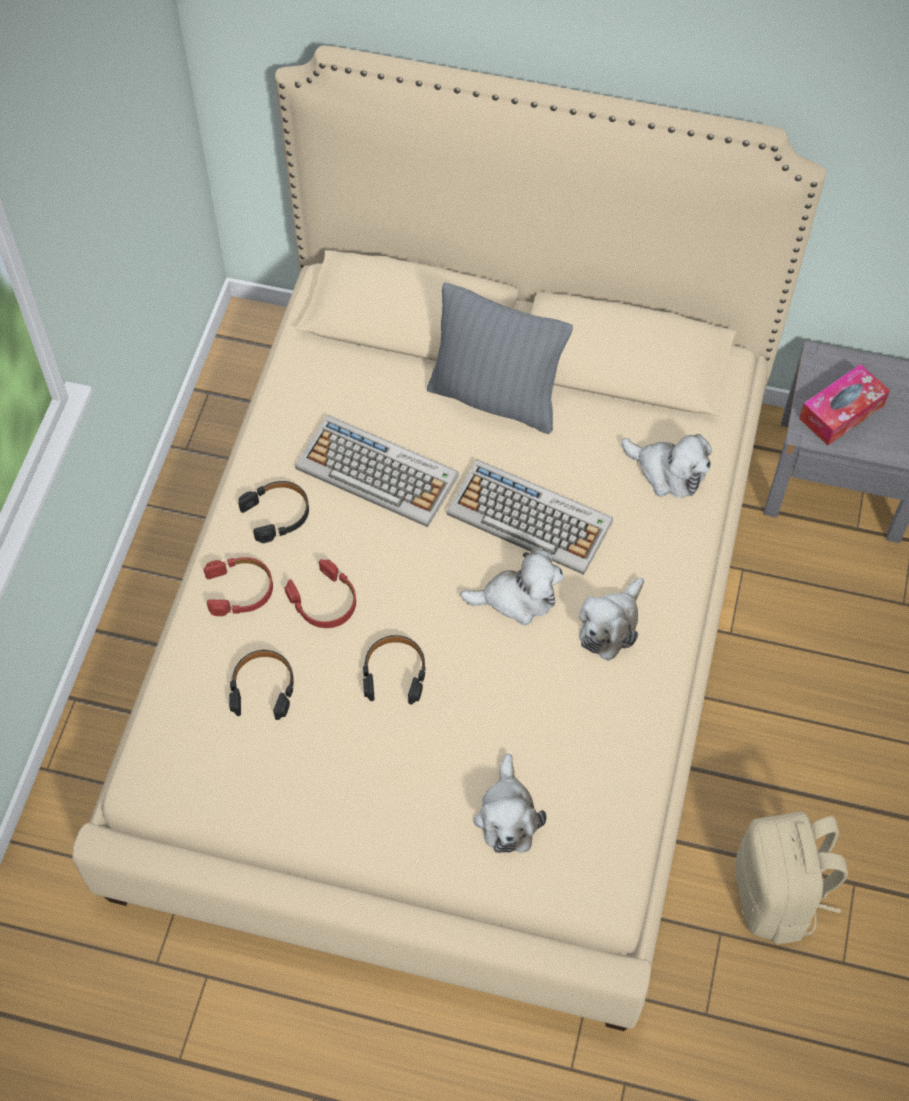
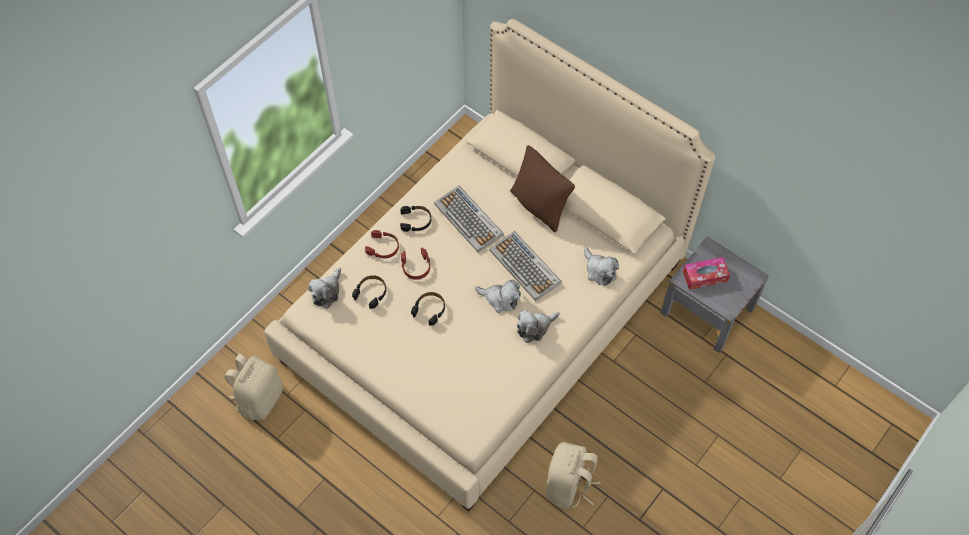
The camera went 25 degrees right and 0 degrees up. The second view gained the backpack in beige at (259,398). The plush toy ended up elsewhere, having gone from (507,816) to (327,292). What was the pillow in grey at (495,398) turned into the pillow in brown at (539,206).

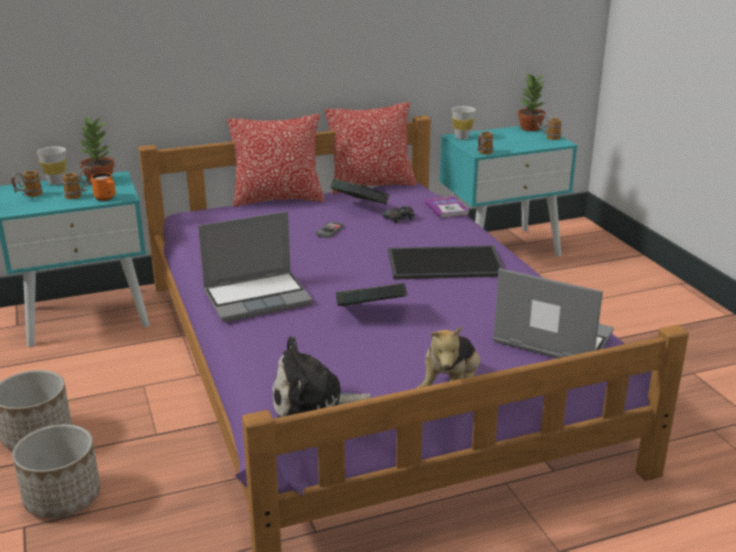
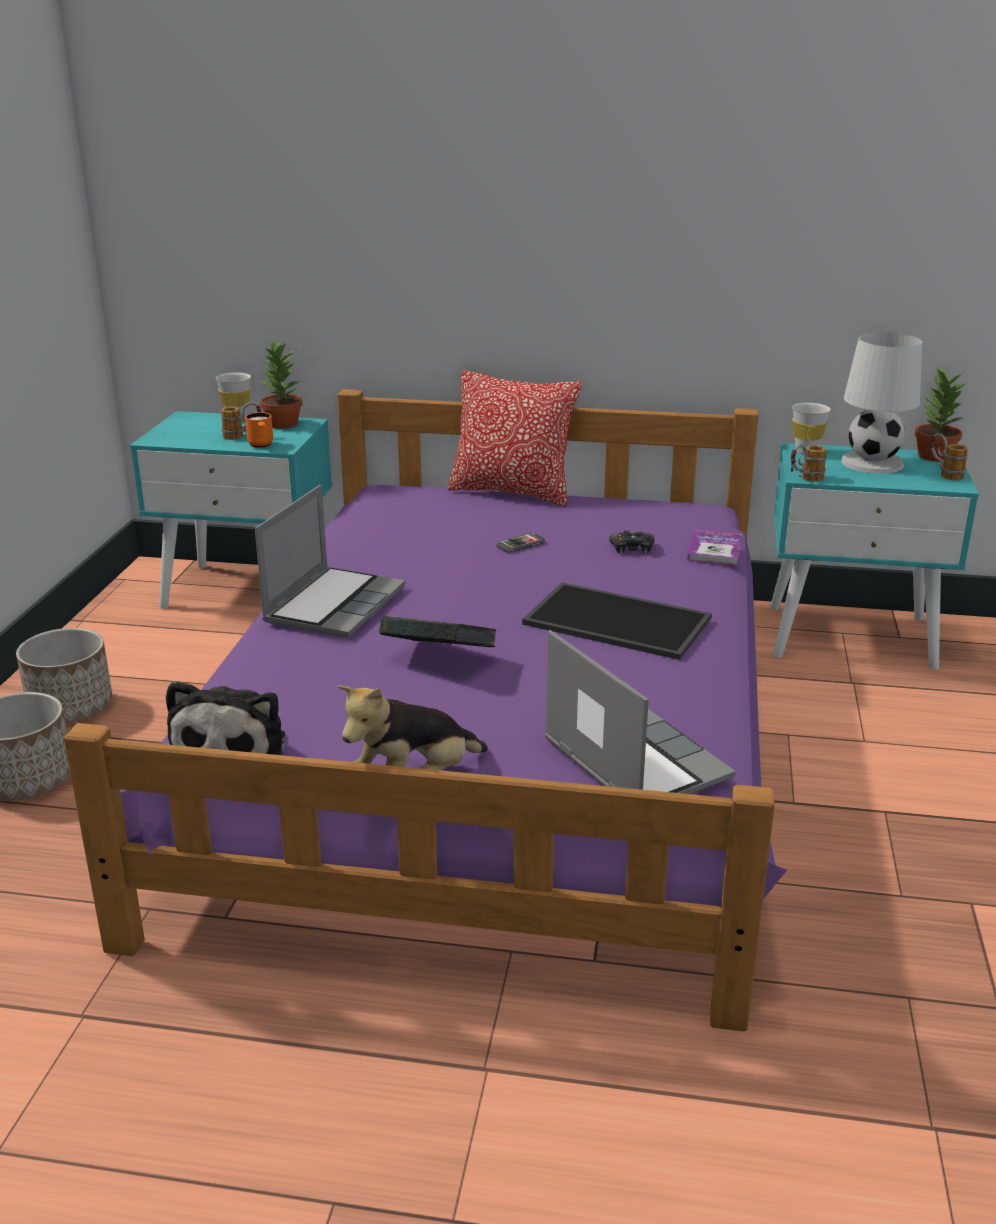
The camera went 30 degrees right and 0 degrees up. The second view lost the mug at (28,196). The second view lost the pillow at (371,185). The second view lost the book at (360,207). The second view gained the table lamp in white at (873,463). The laptop at (258,297) ended up facing another way, 75 degrees counterclockwise from before. The plush toy at (314,406) ended up facing another way, 105 degrees counterclockwise from before.

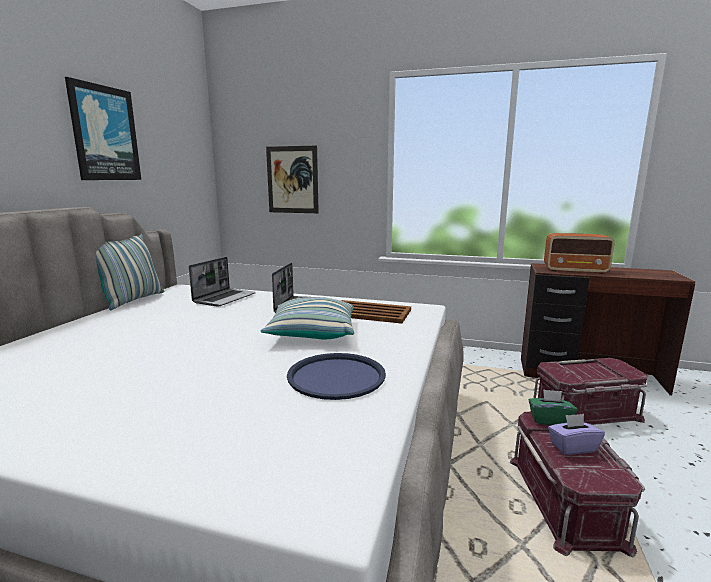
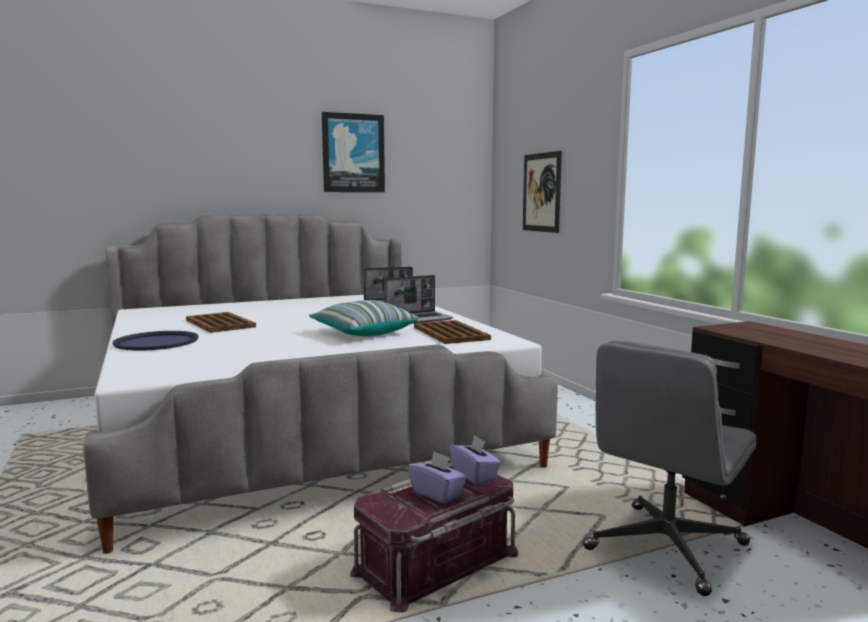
The camera went 50 degrees right and 5 degrees down. The second view lost the pillow at (132,300). The second view lost the radio at (575,270). The second view gained the tray in brown at (220,323). The tray in blue ended up elsewhere, having gone from (336,376) to (157,342). Where the storage box in red stood at (585,412), the office chair in grey came to stand at (666,548). What was the tissue box in green at (549,420) turned into the tissue box in purple at (475,475).

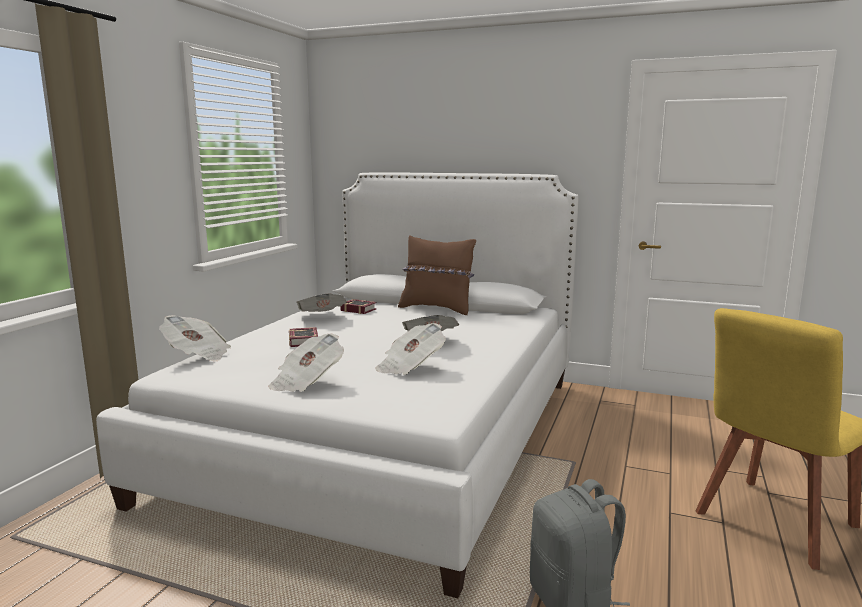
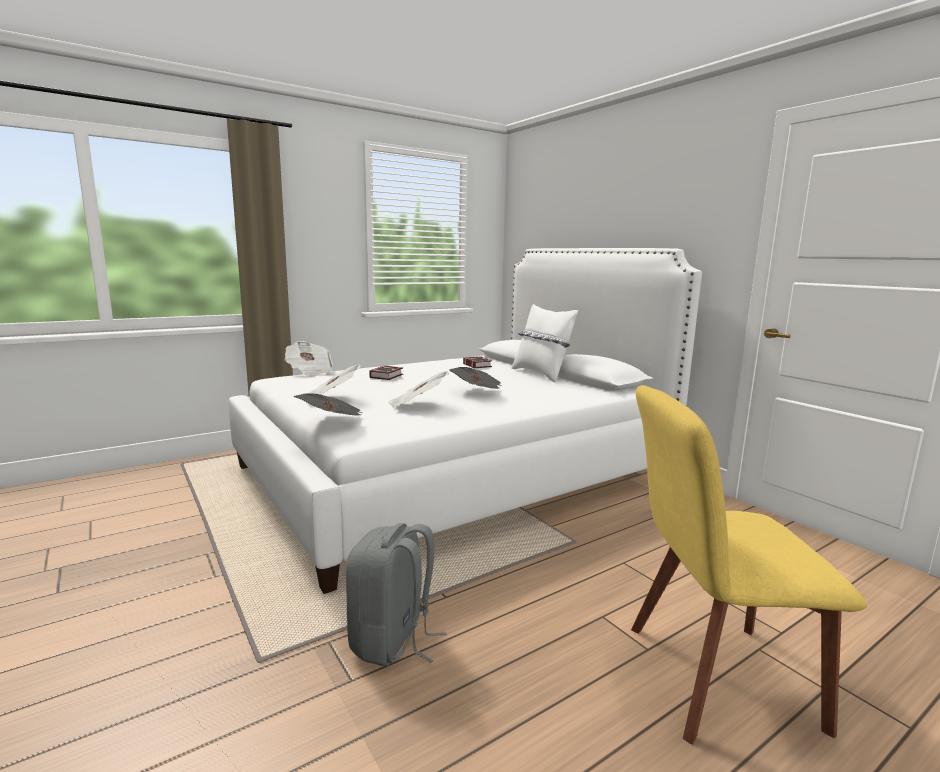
The camera went 35 degrees right and 0 degrees up. The newspaper ended up elsewhere, having gone from (322,317) to (332,423). What was the pillow in brown at (437,308) turned into the pillow in white at (541,374).

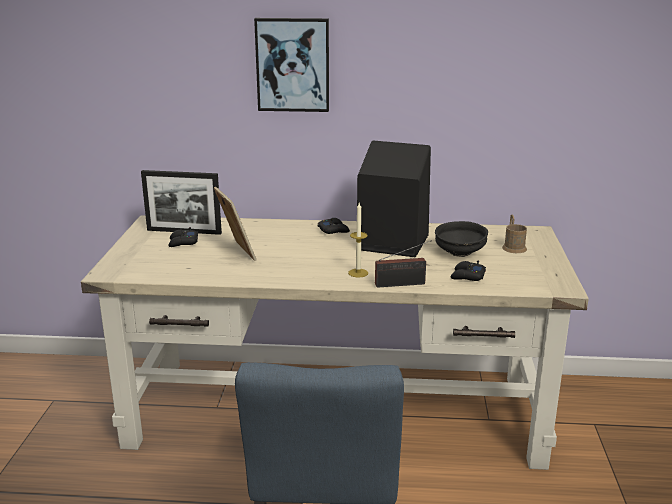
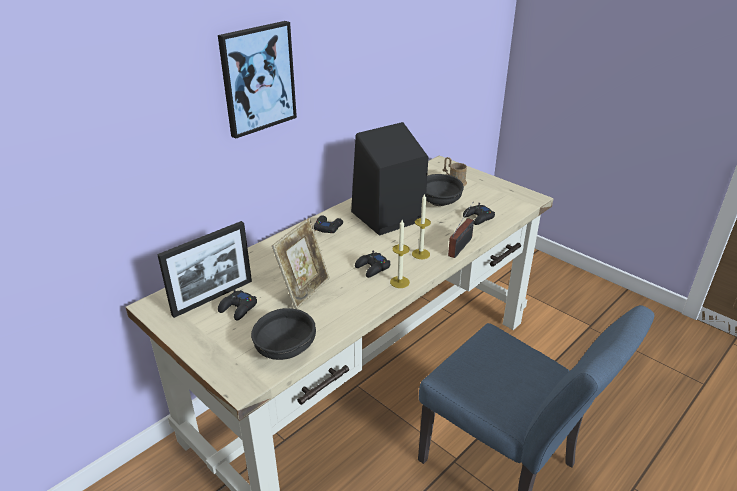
The camera went 50 degrees left and 10 degrees up. The second view gained the bowl in black at (284,350). The second view gained the game controller in black at (372,268). The second view gained the candle at (399,282). The picture frame at (236,252) ended up facing another way, 105 degrees clockwise from before.

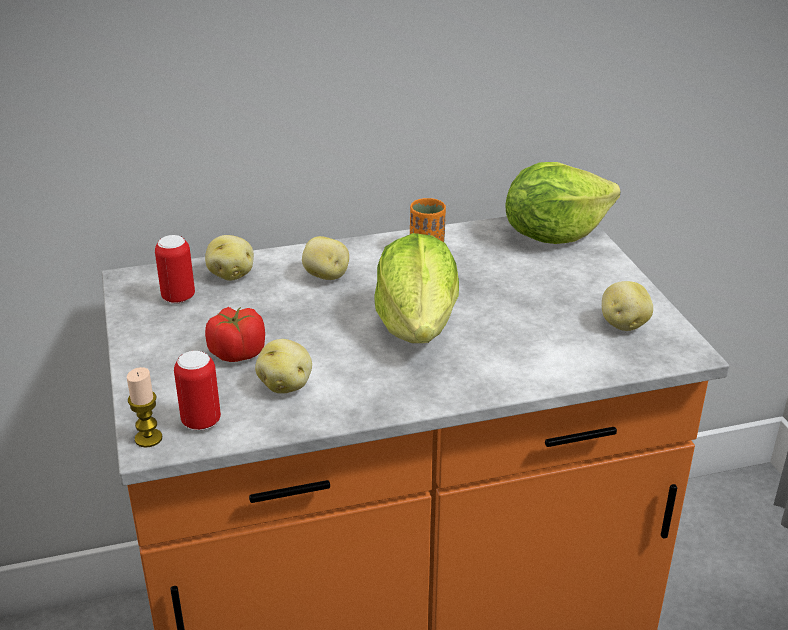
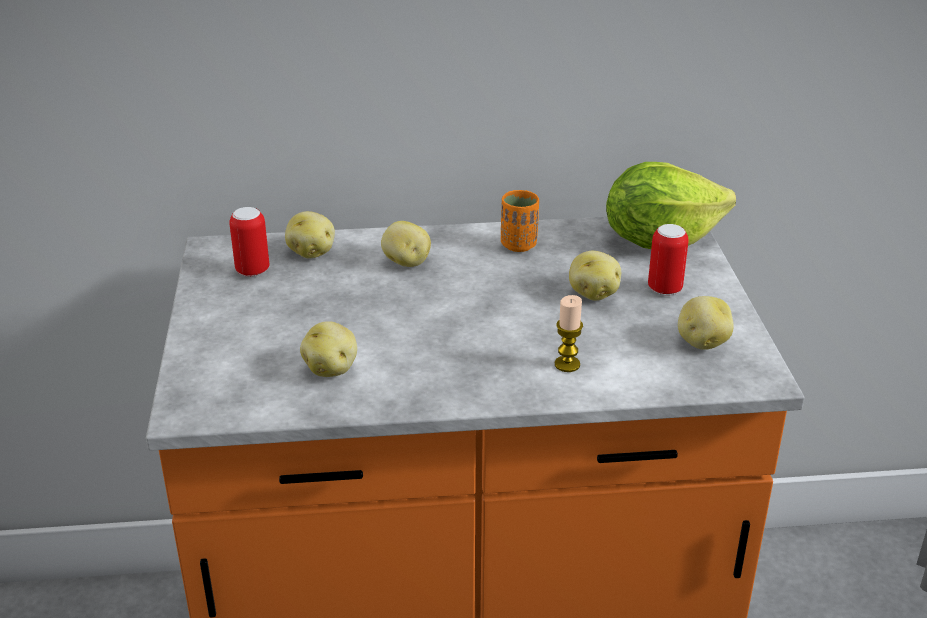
The camera went 10 degrees right and 0 degrees up. The second view lost the tomato at (237,353). The second view lost the lettuce at (418,325). The second view gained the potato at (593,293). The candle ended up elsewhere, having gone from (148,438) to (567,364). The can ended up elsewhere, having gone from (201,421) to (664,289).

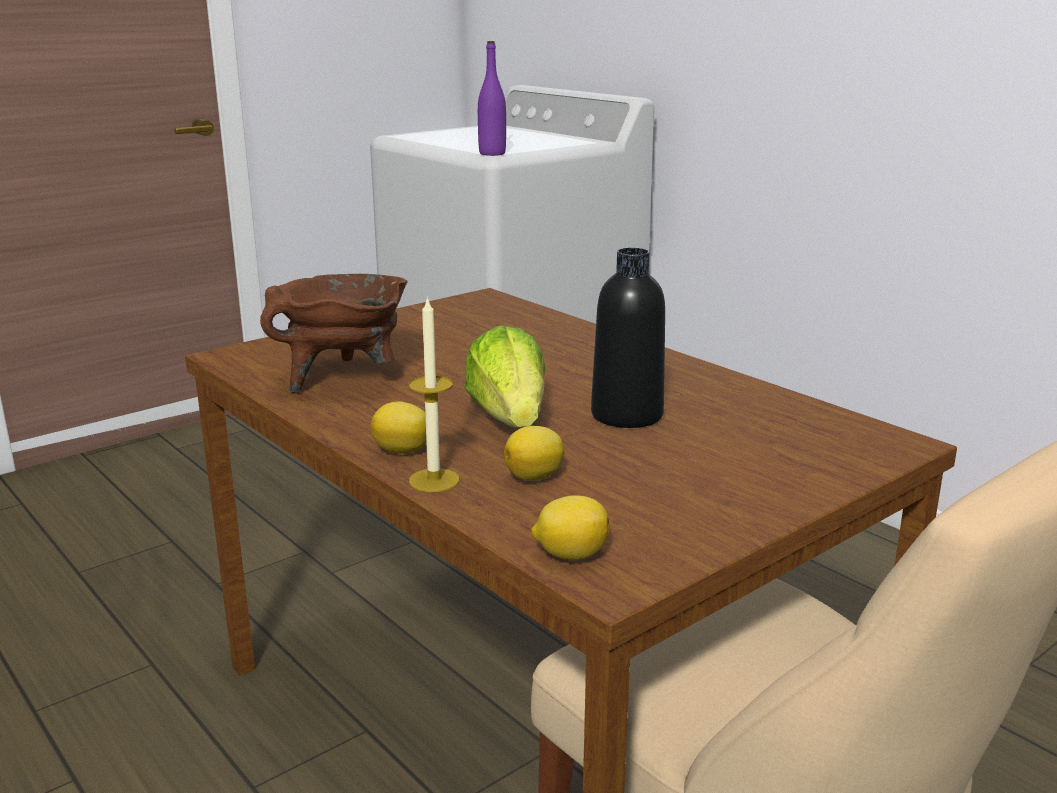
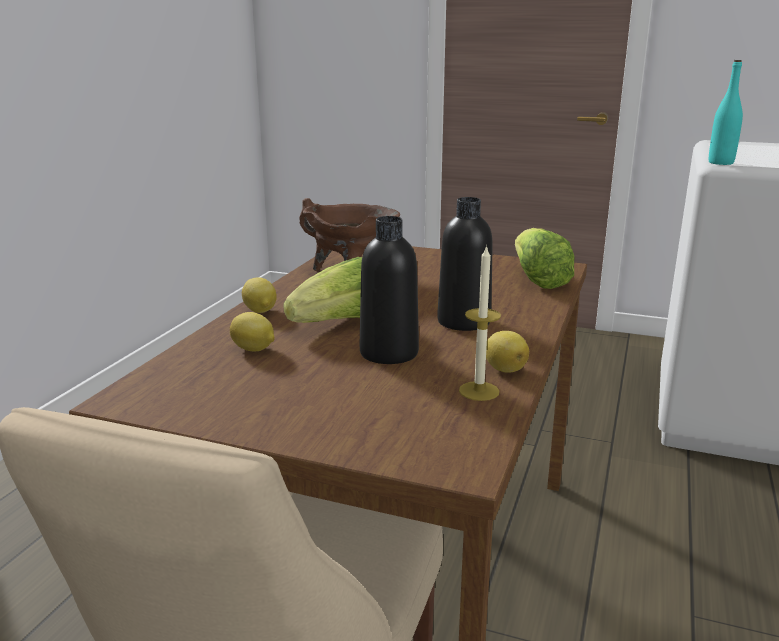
The camera went 60 degrees right and 0 degrees up. The second view gained the bottle in black at (463,322). The second view gained the lettuce at (537,280). The candle ended up elsewhere, having gone from (434,480) to (479,391). The lemon ended up elsewhere, having gone from (570,555) to (504,369). What was the bottle in purple at (492,153) turned into the bottle in turquoise at (720,163).

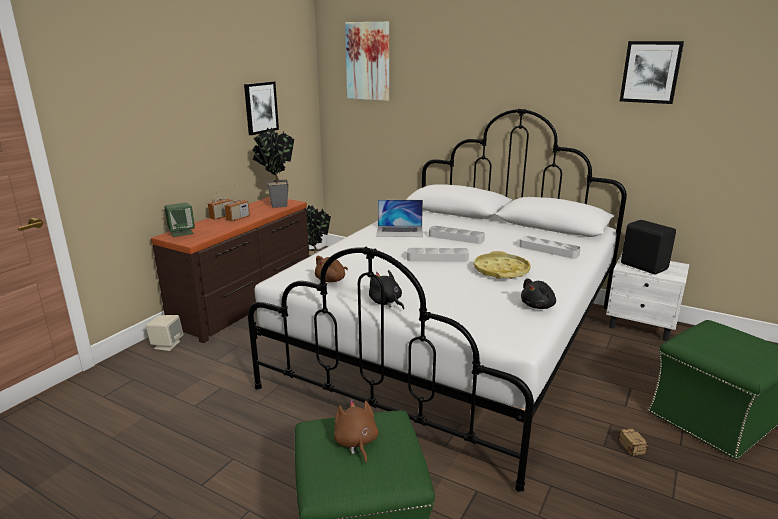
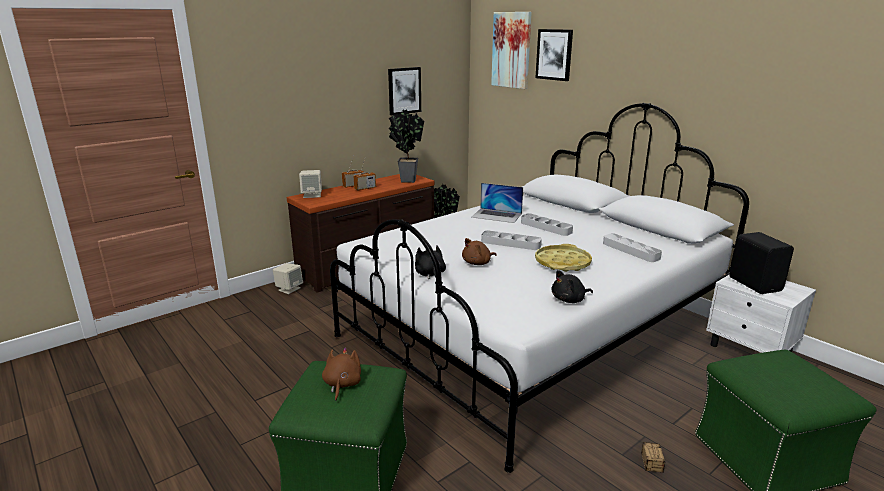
The camera went 20 degrees right and 0 degrees up. The plush toy in brown ended up elsewhere, having gone from (332,280) to (478,263). The picture ended up elsewhere, having gone from (650,72) to (554,54). What was the speaker in green at (181,232) turned into the speaker in beige at (312,195).

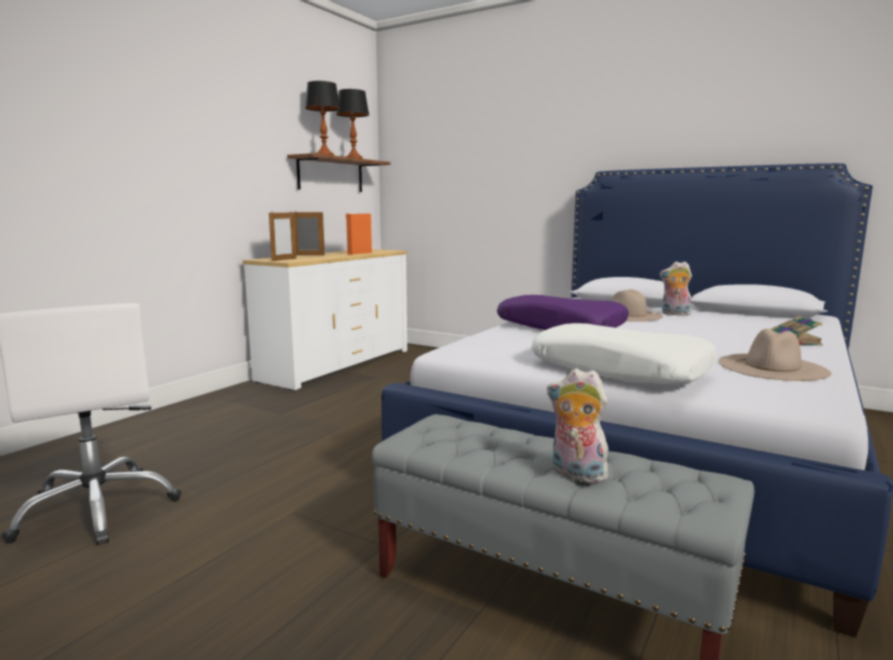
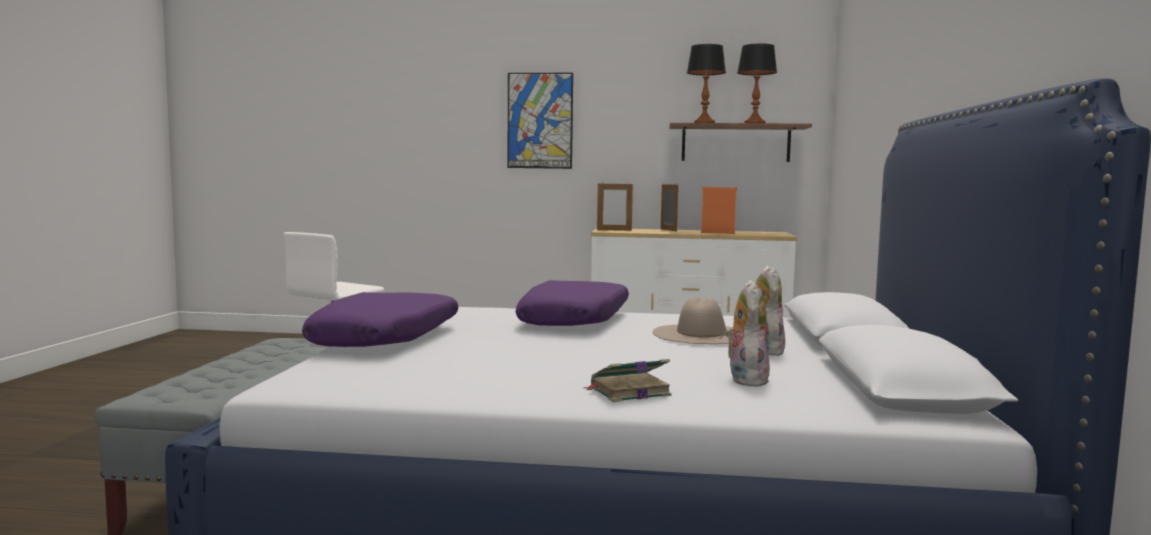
The camera went 65 degrees right and 5 degrees down. The second view lost the hat in beige at (772,367). The second view gained the picture at (540,120). The plush toy ended up elsewhere, having gone from (575,474) to (745,379). What was the pillow in white at (619,370) turned into the pillow in purple at (387,338).

